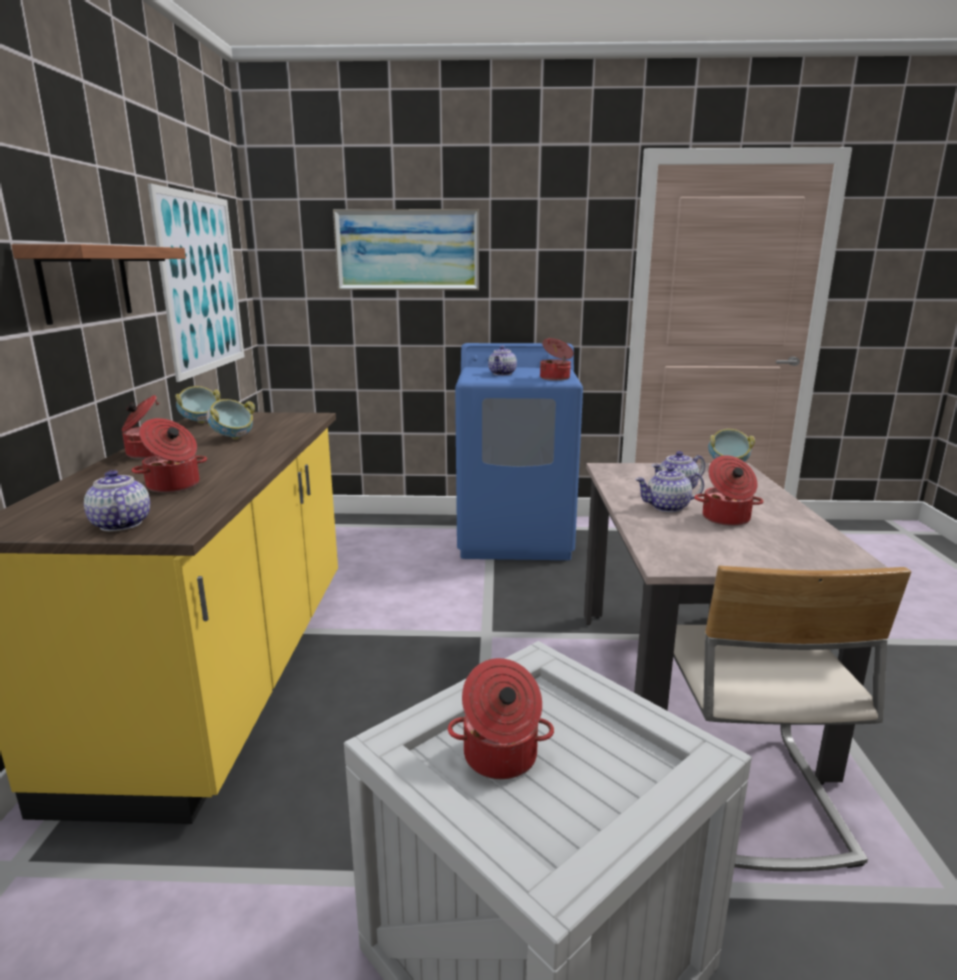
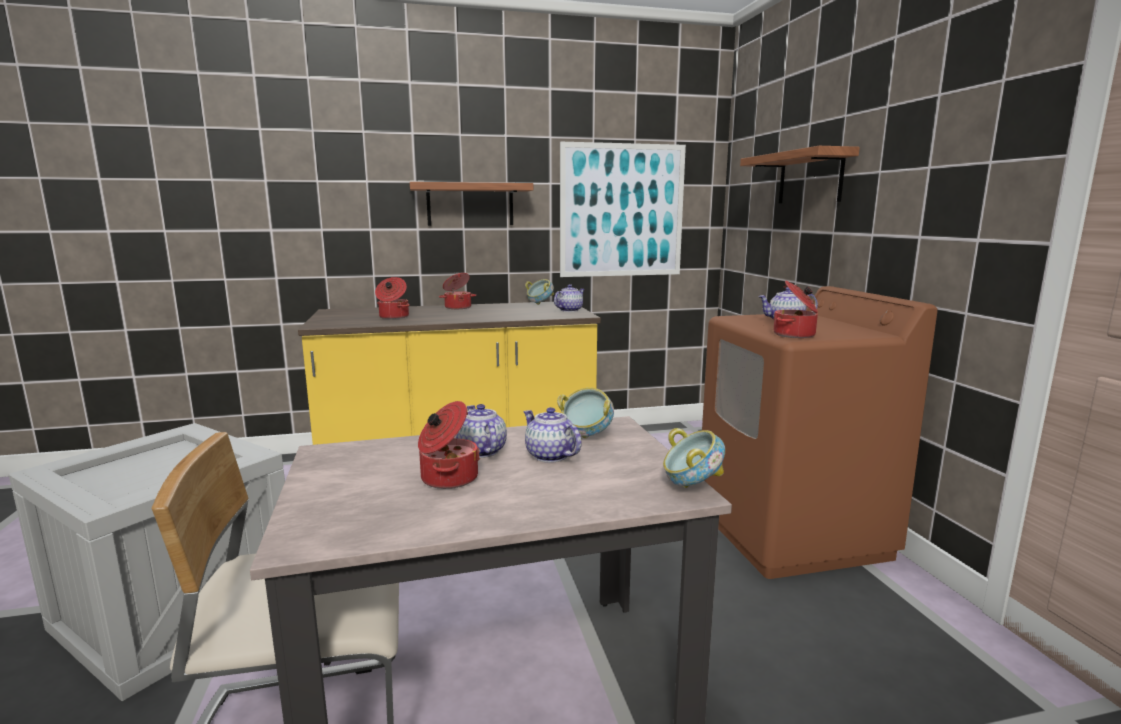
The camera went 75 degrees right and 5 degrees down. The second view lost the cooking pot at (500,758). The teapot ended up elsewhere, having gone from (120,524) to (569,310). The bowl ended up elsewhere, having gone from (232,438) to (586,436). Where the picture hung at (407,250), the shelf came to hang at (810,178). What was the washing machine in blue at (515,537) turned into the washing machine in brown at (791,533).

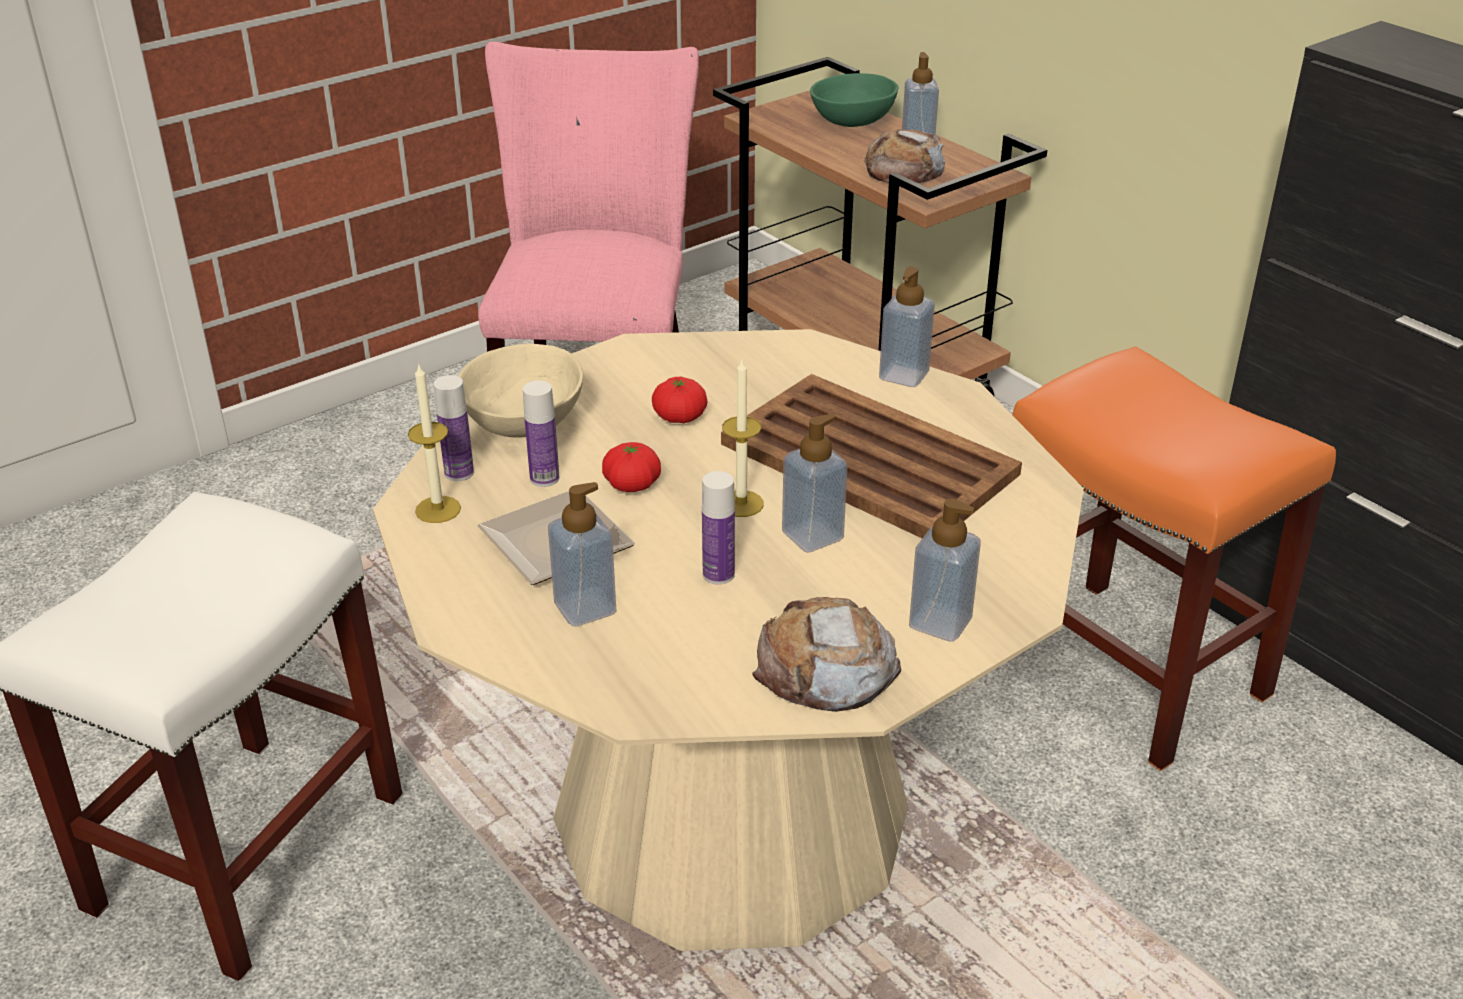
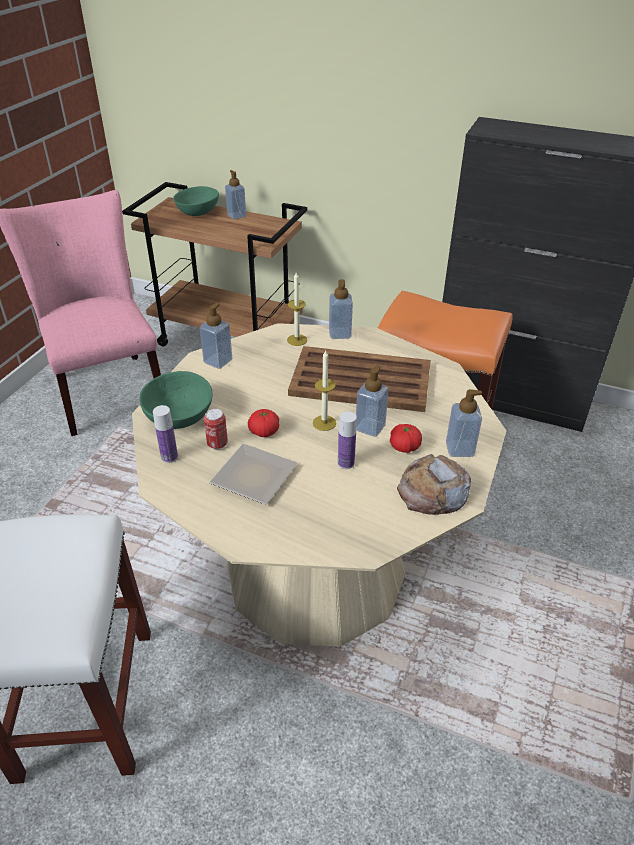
The camera went 30 degrees left and 5 degrees up. The second view lost the bread at (904,169). The candle ended up elsewhere, having gone from (438,509) to (297,340). The soap dispenser ended up elsewhere, having gone from (585,608) to (218,361). The tomato ended up elsewhere, having gone from (679,417) to (404,447). Where the bottle stood at (544,478), the can came to stand at (217,444). What was the bowl in beige at (523,421) turned into the bowl in green at (178,416).

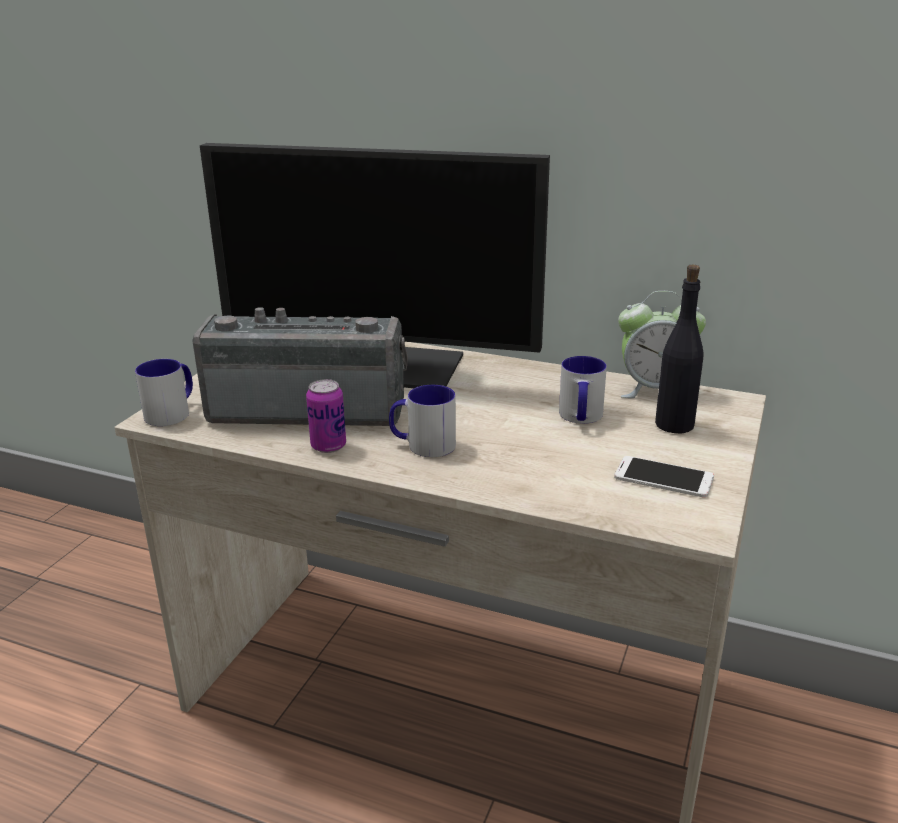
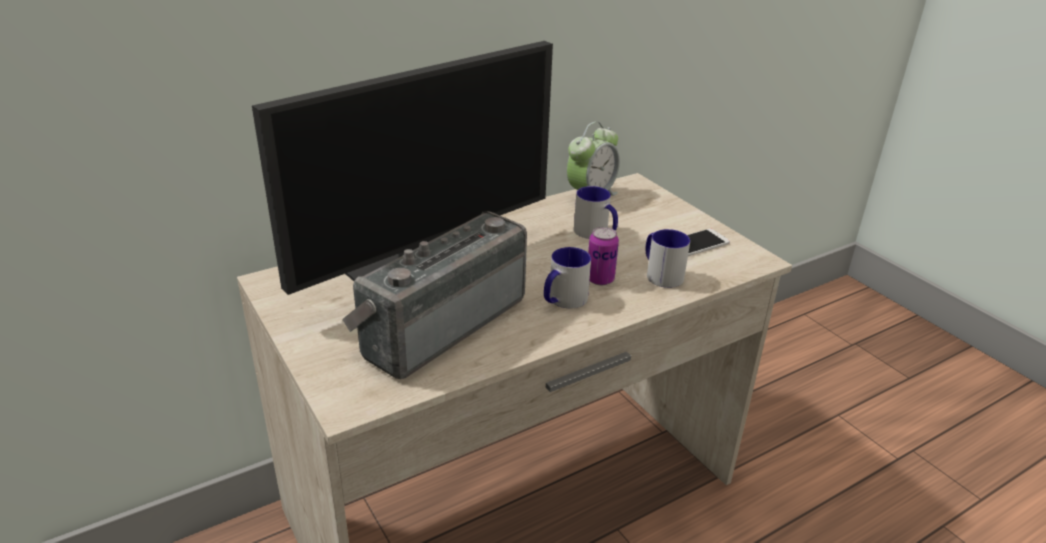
The camera went 55 degrees left and 5 degrees up. The second view lost the bottle in black at (675,424). The mug ended up elsewhere, having gone from (173,412) to (660,274). The can ended up elsewhere, having gone from (328,446) to (600,279).

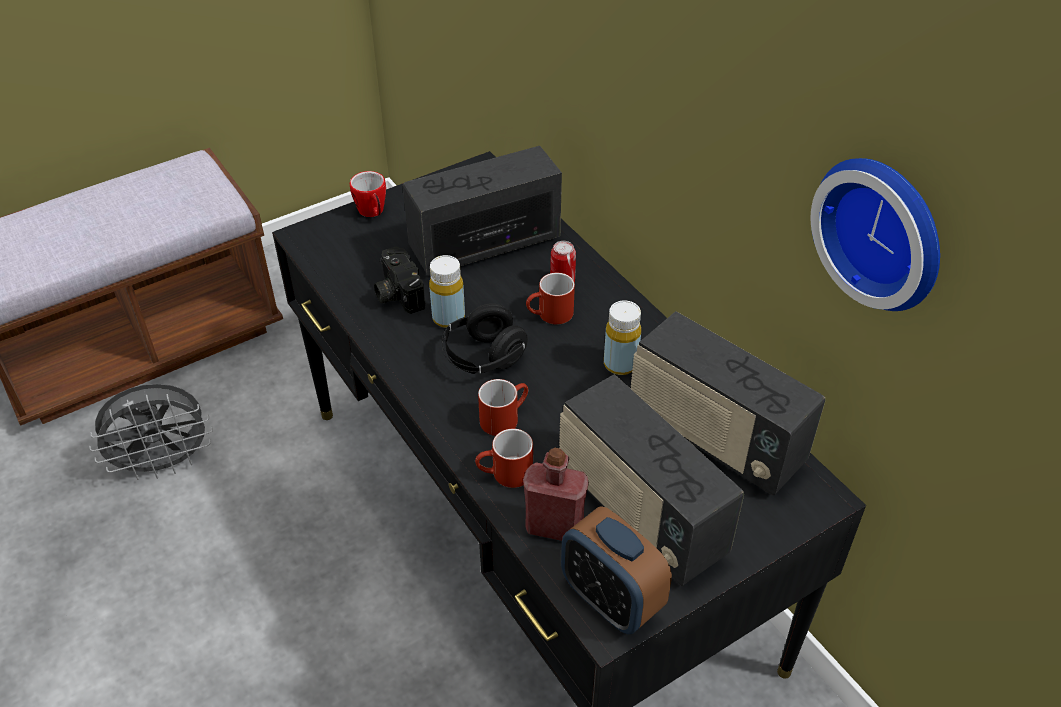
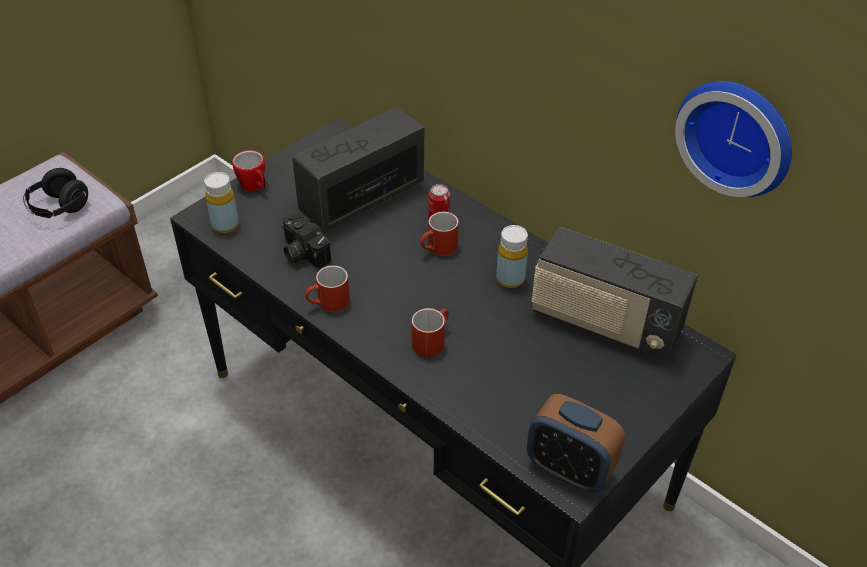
The camera went 15 degrees left and 0 degrees up. The second view lost the fan in grey at (165,464). The second view lost the bottle in red at (554,526). The second view lost the radio at (640,512). The bottle in yellow ended up elsewhere, having gone from (448,318) to (225,225). The headphones in black ended up elsewhere, having gone from (483,357) to (59,208). The mug in red ended up elsewhere, having gone from (505,475) to (328,304).

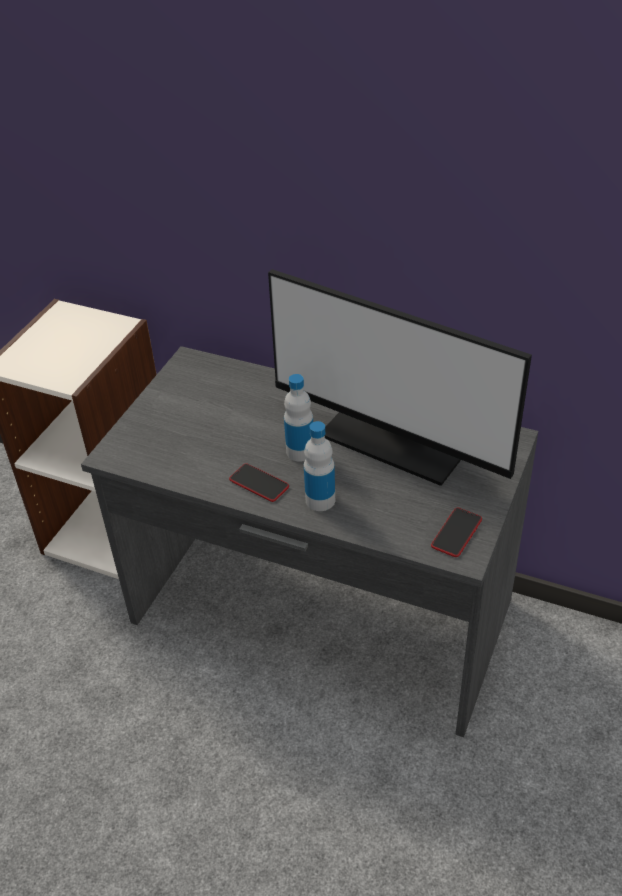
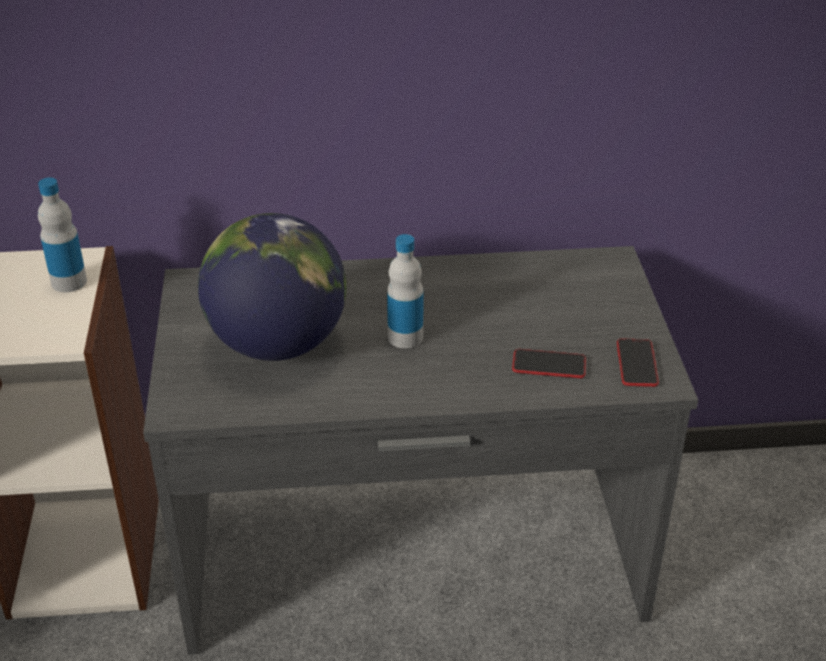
The camera went 30 degrees left and 5 degrees down. The second view lost the monitor at (397,438). The second view gained the globe at (277,343). The phone ended up elsewhere, having gone from (259,483) to (549,365). The bottle ended up elsewhere, having gone from (320,500) to (69,282).

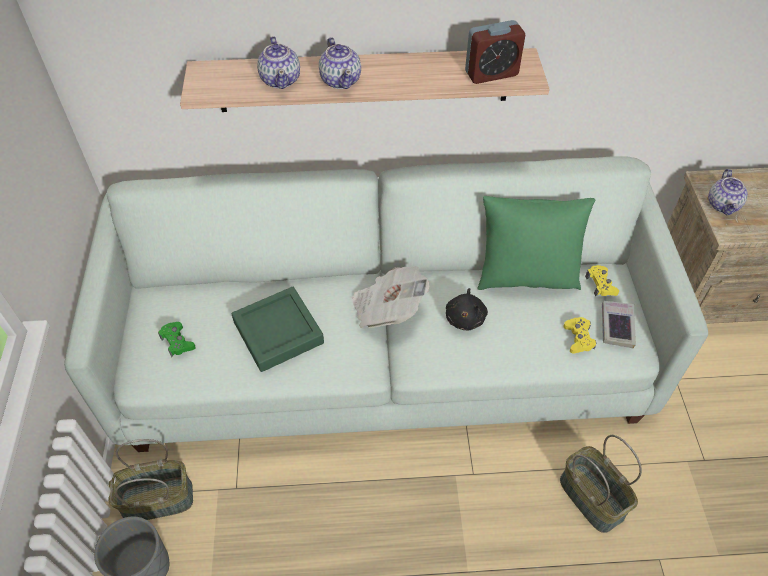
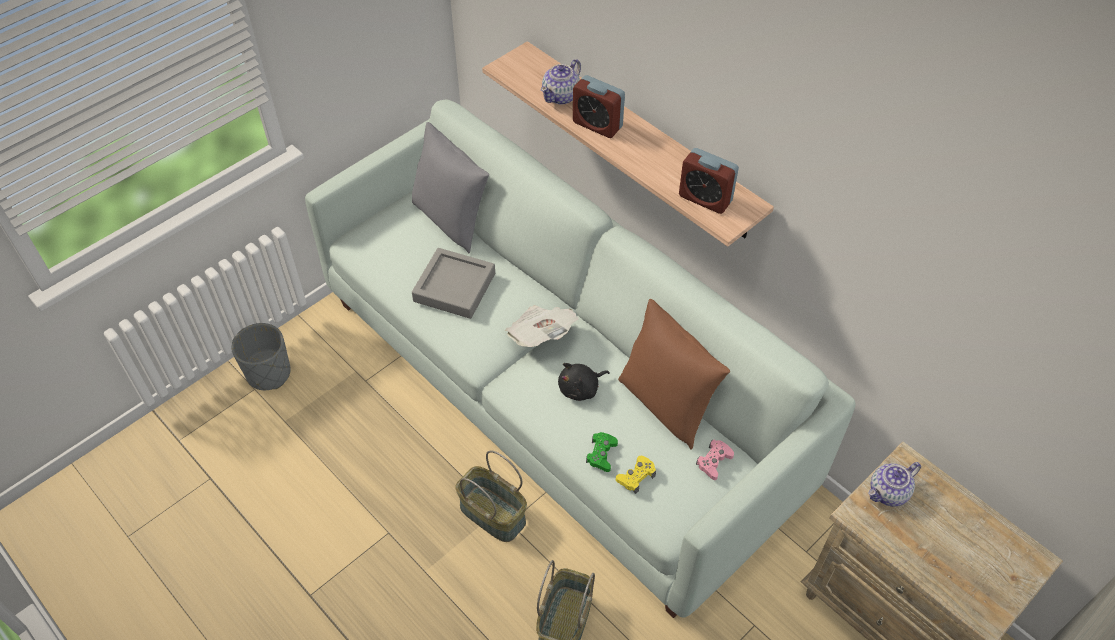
The camera went 50 degrees right and 0 degrees up. The second view lost the book at (617,326). The second view gained the pillow in grey at (451,220). The basket ended up elsewhere, having gone from (157,501) to (491,514). The game controller in green ended up elsewhere, having gone from (177,342) to (601,454). Where the teapot stood at (341,80), the alarm clock came to stand at (597,125). What was the tray in green at (278,332) turned into the tray in grey at (454,287). What was the pillow in green at (525,277) turned into the pillow in brown at (666,404). What was the game controller in yellow at (601,284) turned into the game controller in pink at (714,461).

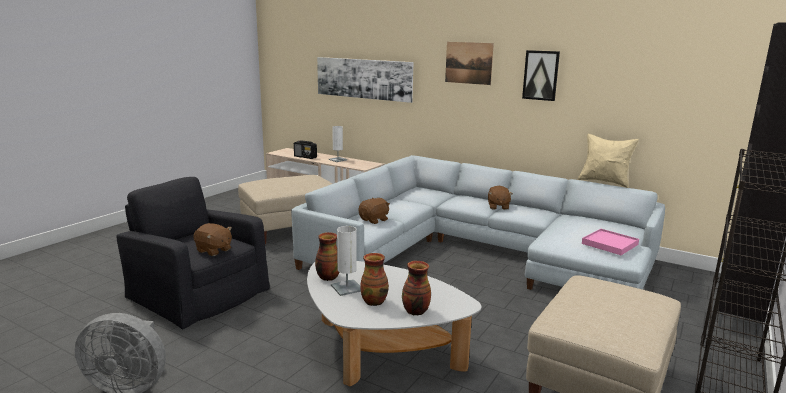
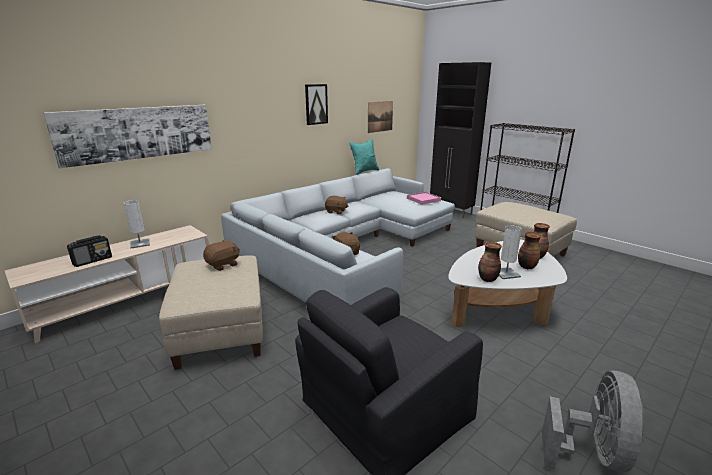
The camera went 75 degrees left and 5 degrees up. The plush toy in brown ended up elsewhere, having gone from (214,250) to (223,265). The picture ended up elsewhere, having gone from (468,63) to (380,116). What was the pillow in beige at (604,182) turned into the pillow in turquoise at (364,171).

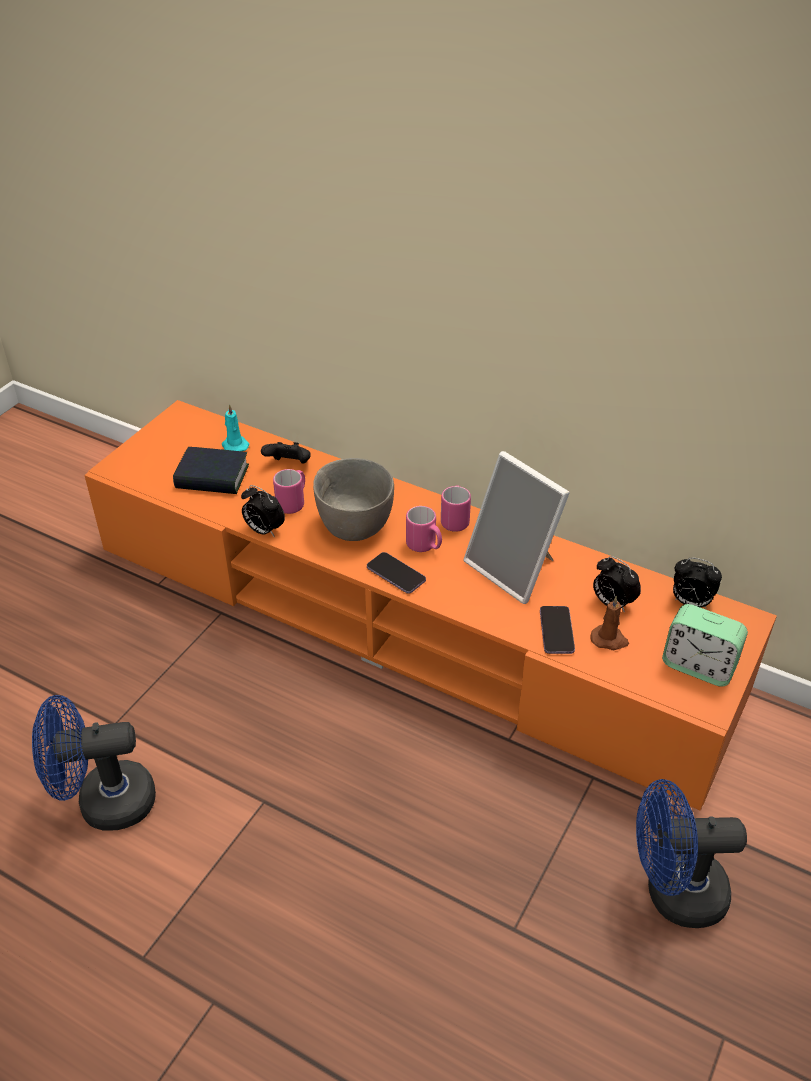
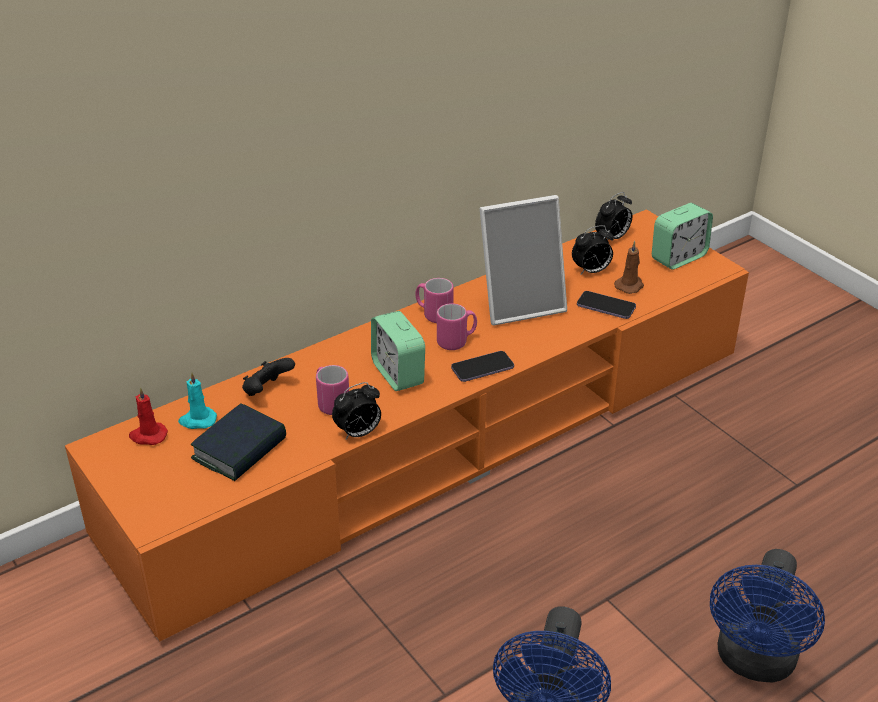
The camera went 65 degrees left and 5 degrees down. The second view gained the candle in red at (148,436). The fan in blue ended up elsewhere, having gone from (673,893) to (754,662). Where the bowl in grey stood at (355,526), the alarm clock came to stand at (398,374).

